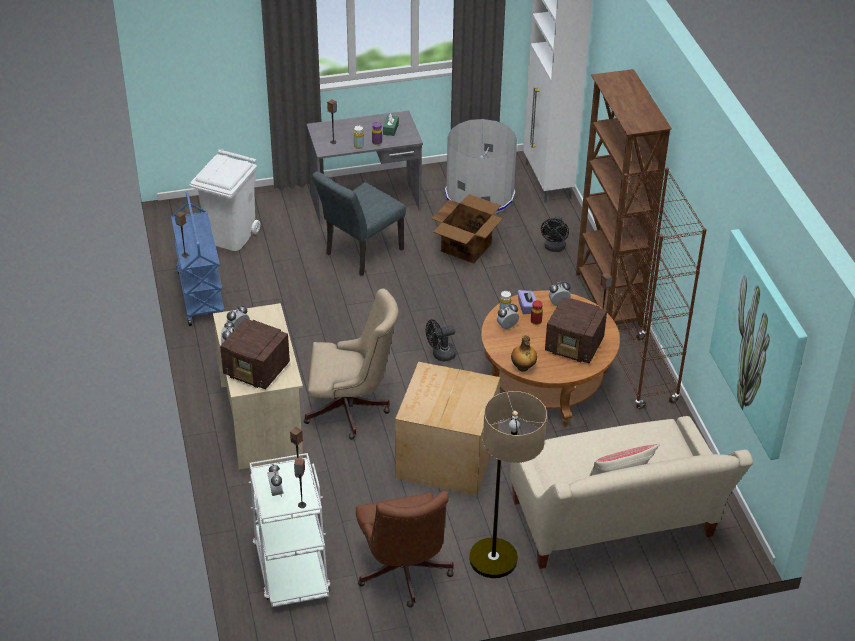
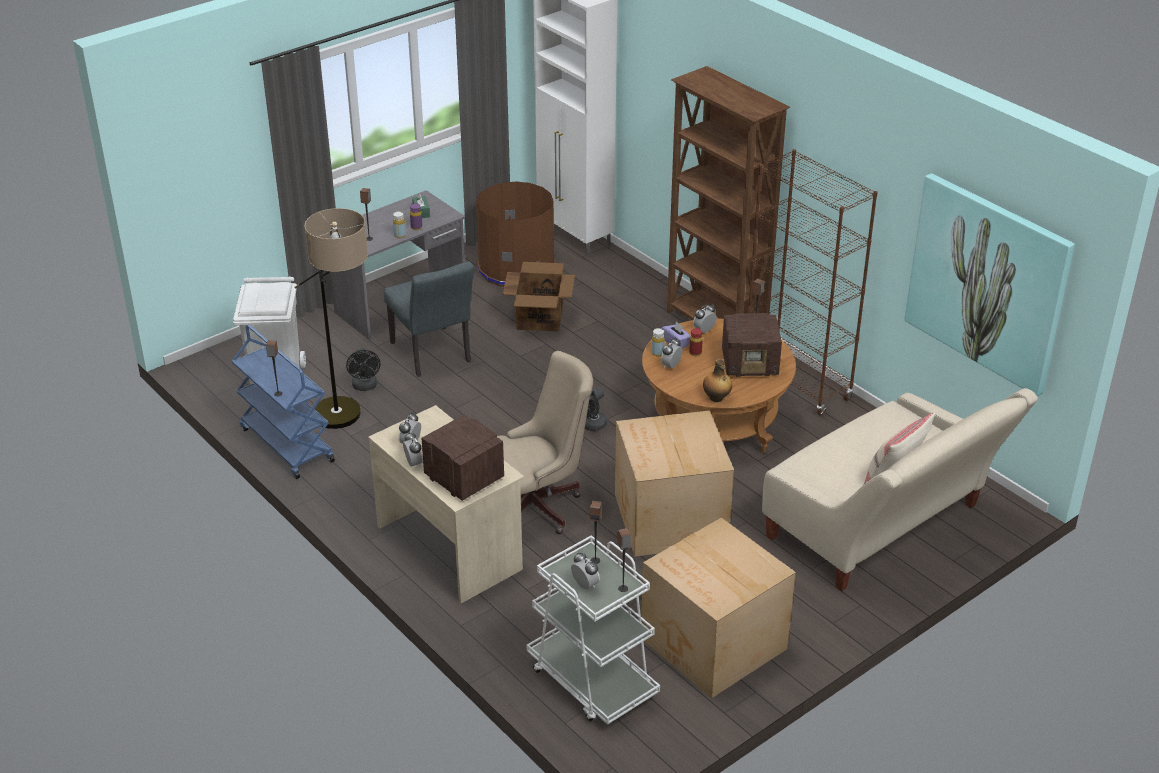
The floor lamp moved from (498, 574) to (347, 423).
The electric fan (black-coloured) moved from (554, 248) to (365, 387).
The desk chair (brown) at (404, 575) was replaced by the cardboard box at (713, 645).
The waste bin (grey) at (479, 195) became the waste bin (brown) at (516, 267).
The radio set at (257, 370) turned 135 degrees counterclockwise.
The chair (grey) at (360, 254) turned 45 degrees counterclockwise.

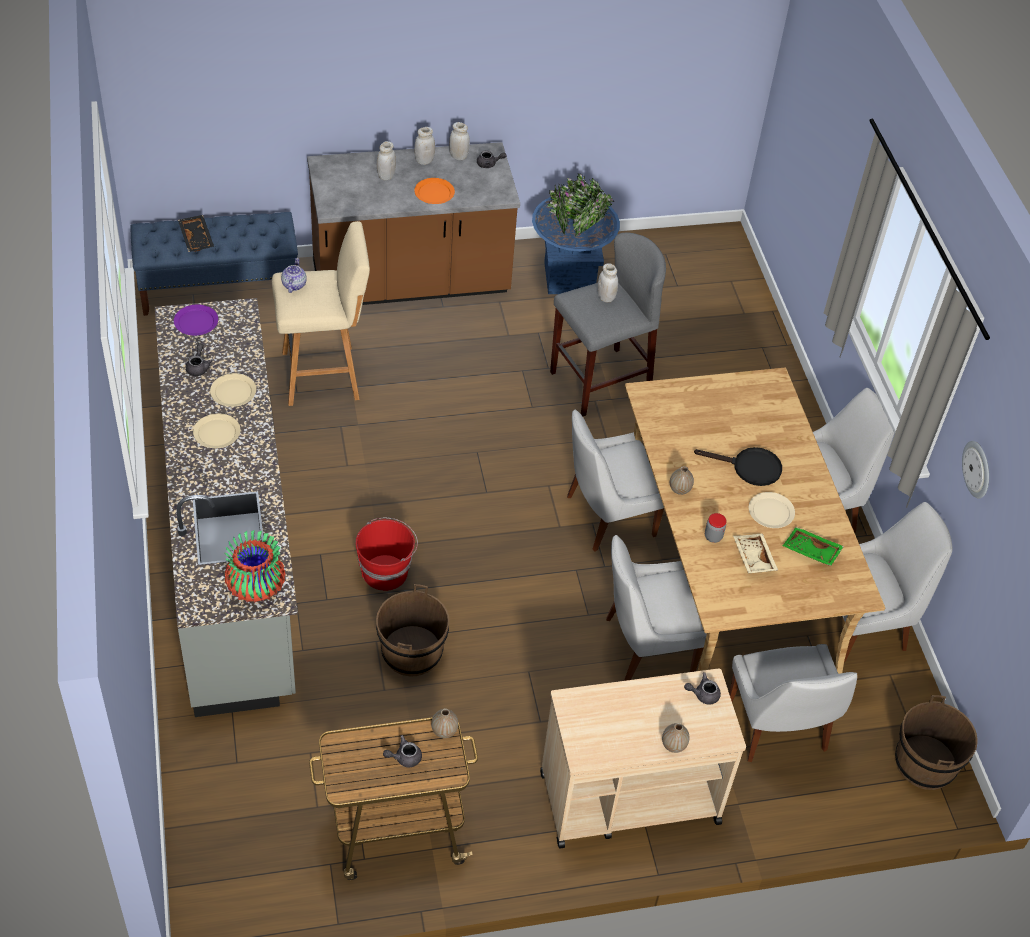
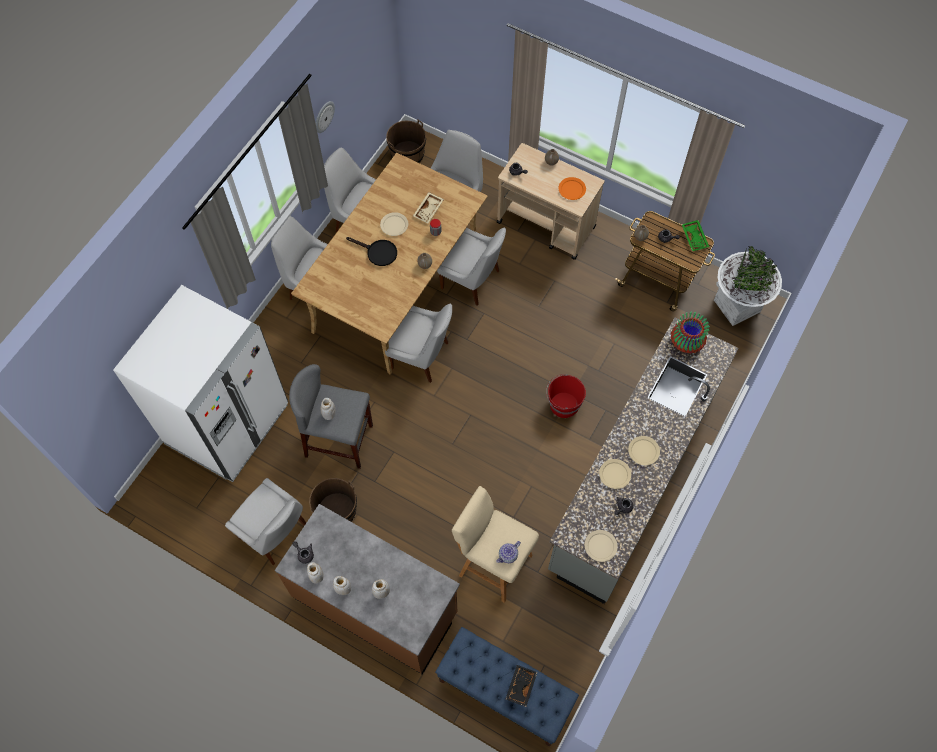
The fridge (white) at (228, 425) appeared.
The flower pot (white) at (737, 306) appeared.
The pail (brown) moved from (411, 652) to (337, 511).
The dinner plate (orange) moved from (434, 193) to (572, 189).
The serving tray (greenish) moved from (810, 551) to (695, 238).
The flower pot (blue-coloured) at (569, 277) was replaced by the chair (white) at (275, 533).
The dinner plate (purple) at (195, 322) became the dinner plate (sand-coloured) at (601, 546).
The skillet (black-coloured) at (749, 468) turned 150 degrees clockwise.

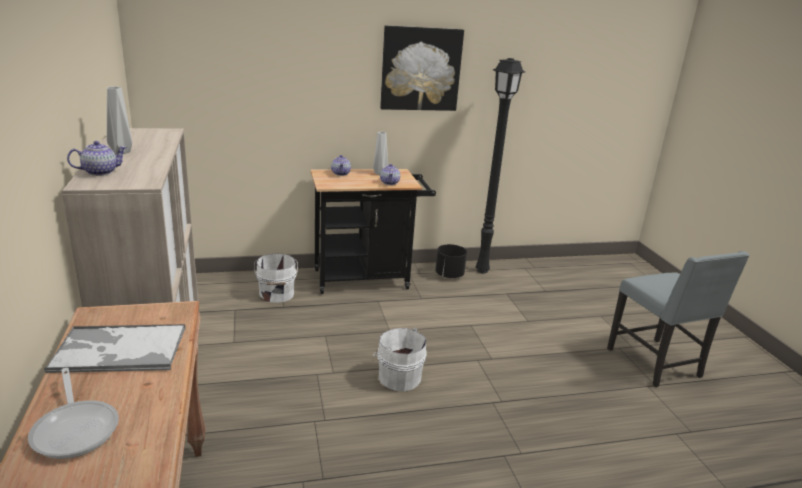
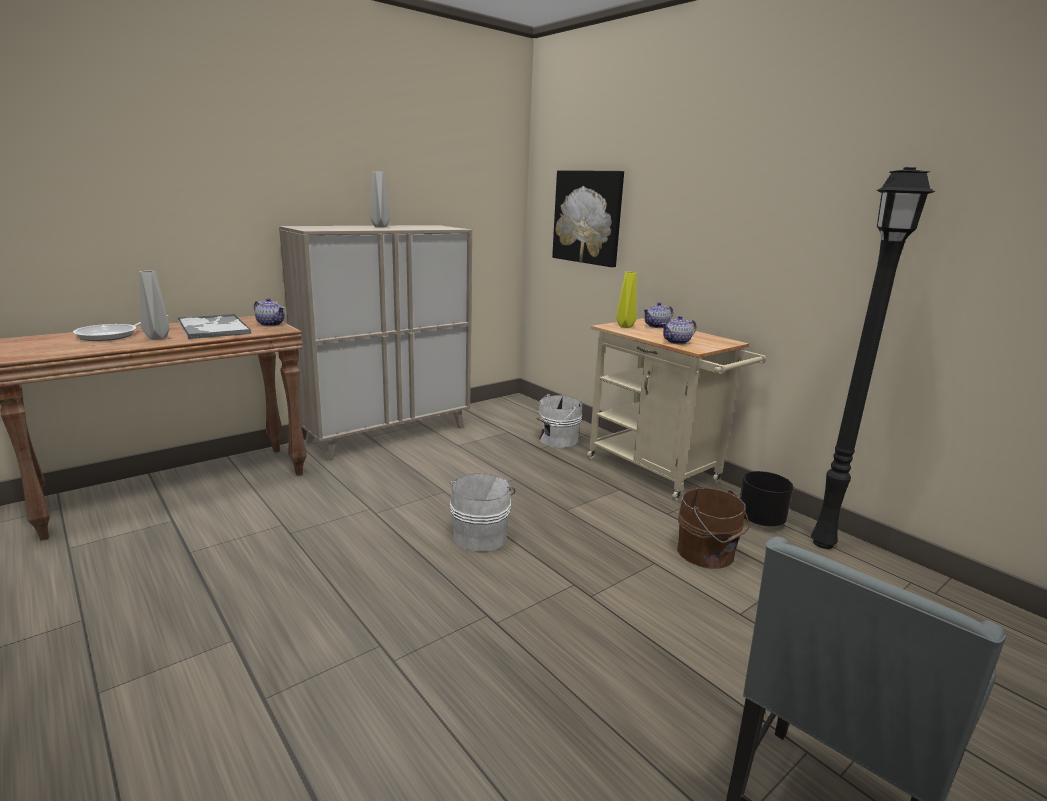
The vase (yellowish) at (625, 326) appeared.
The pail (brown) at (707, 554) appeared.
The tea pot moved from (100, 172) to (271, 324).
The vase (grey) moved from (379, 173) to (157, 338).
The wall picture moved from (420, 69) to (588, 217).
The trolley (black-coloured) at (367, 278) became the trolley (sand-coloured) at (659, 472).

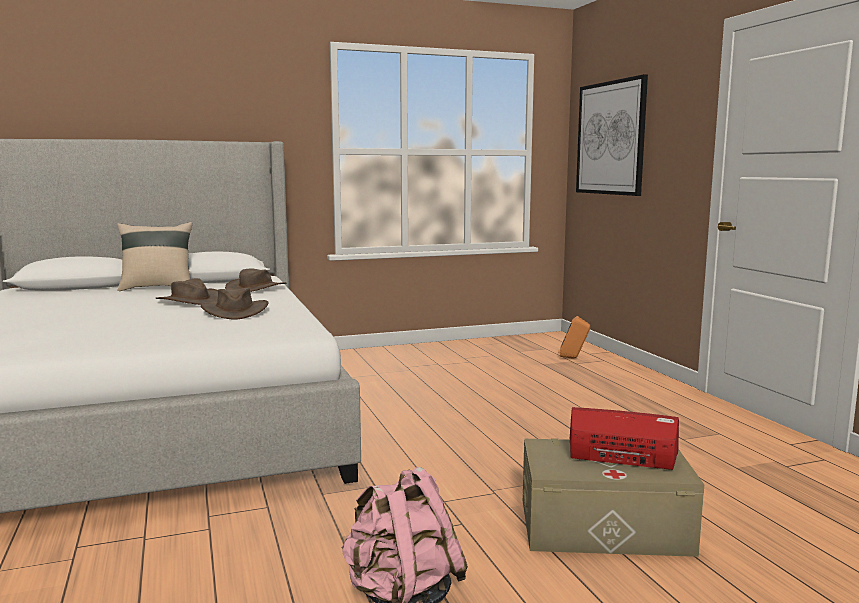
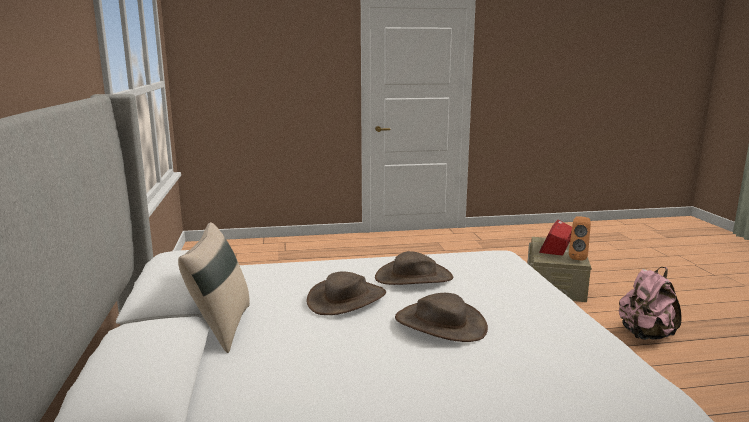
The wall picture at (610, 138) disappeared.
The wearable hat (brown) moved from (256, 288) to (440, 324).
The audio speaker (orange) moved from (573, 358) to (578, 257).

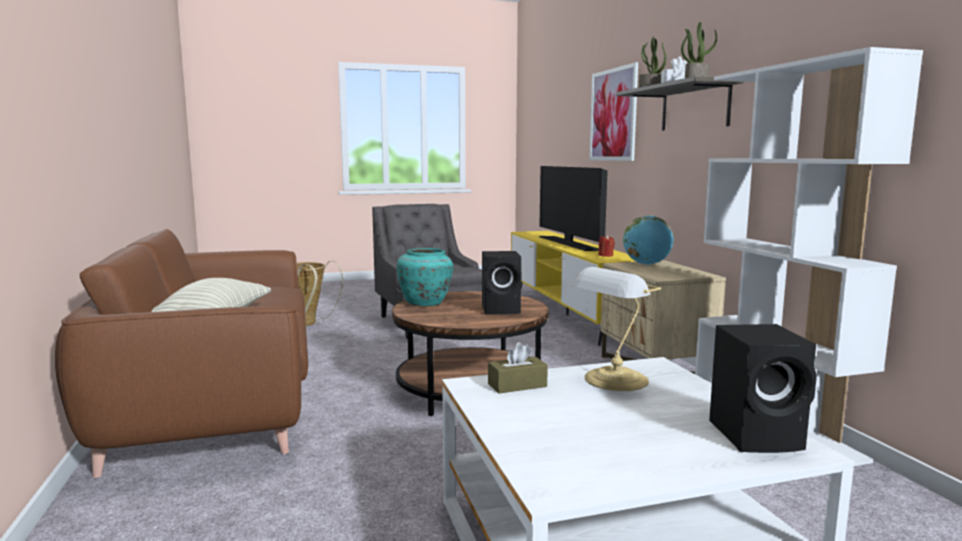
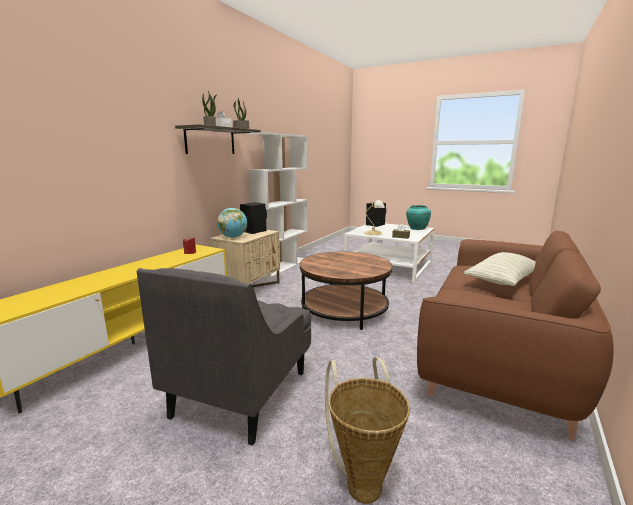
The TV set at (569, 244) disappeared.
The wall picture at (613, 115) disappeared.
The vase (blue-green) moved from (426, 303) to (417, 228).
The audio speaker (black-coloured) moved from (502, 310) to (253, 231).

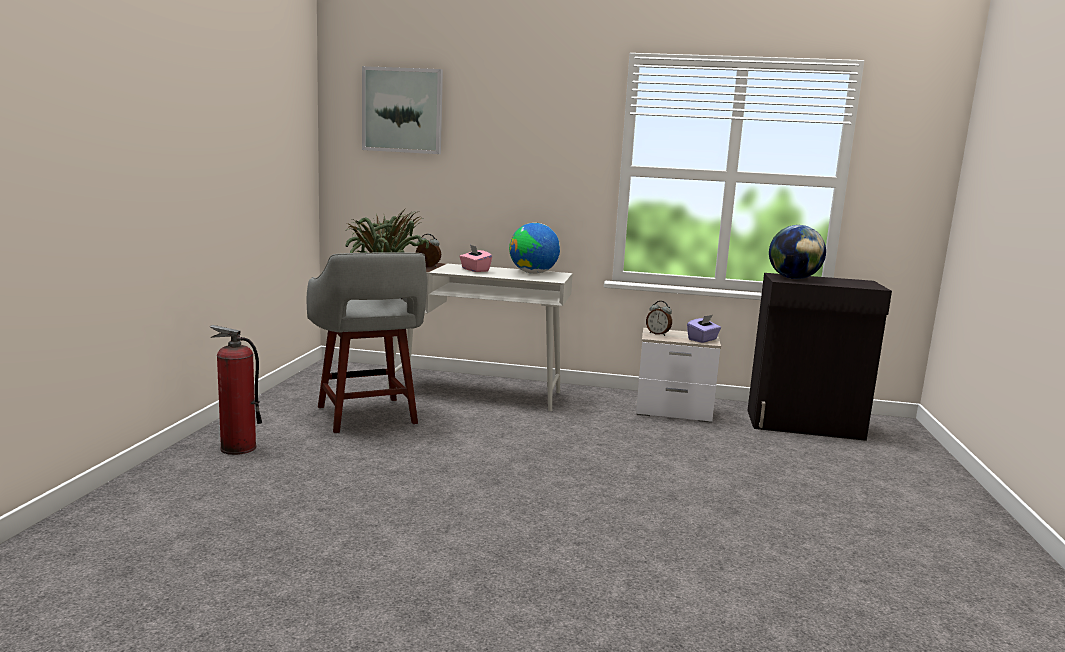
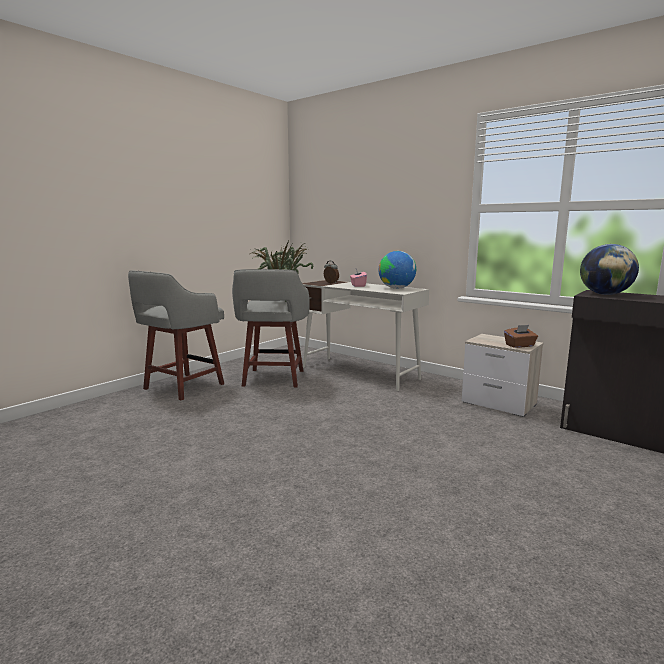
The wall picture at (402, 110) disappeared.
The table clock at (658, 334) disappeared.
The fire extinguisher at (238, 448) was replaced by the stool seat (grey) at (182, 387).
The box of tissues (purple) at (703, 340) became the box of tissues (brown) at (520, 345).

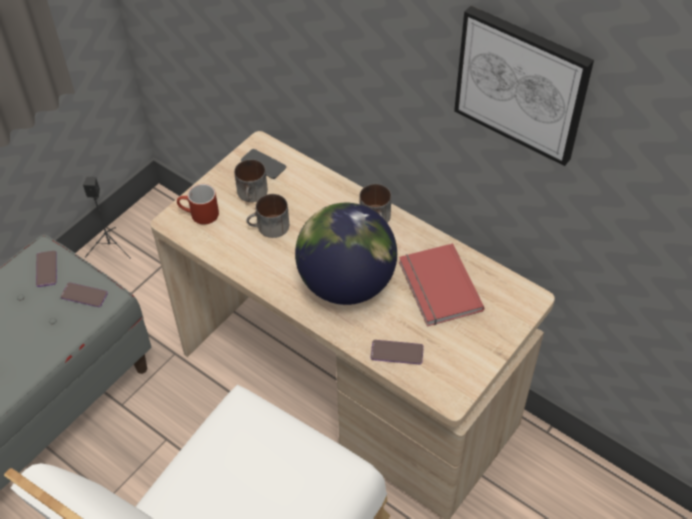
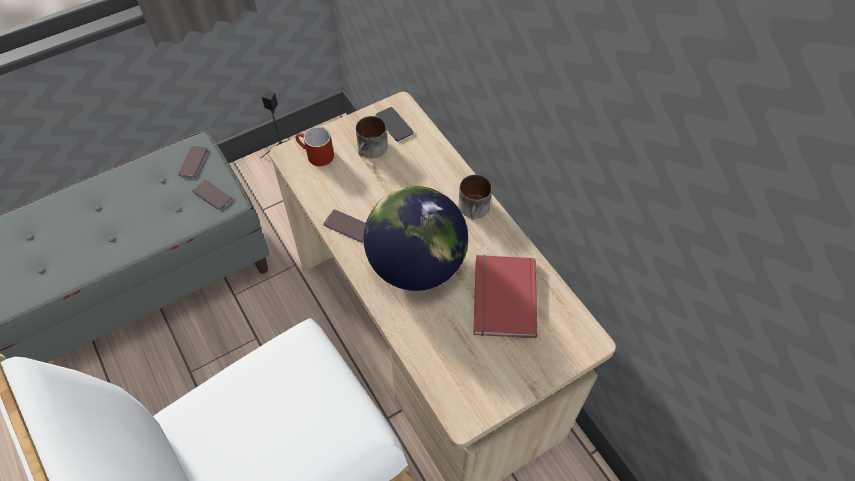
The tea mug at (269, 228) disappeared.
The wall picture at (522, 84) disappeared.
The handset moved from (397, 352) to (348, 226).

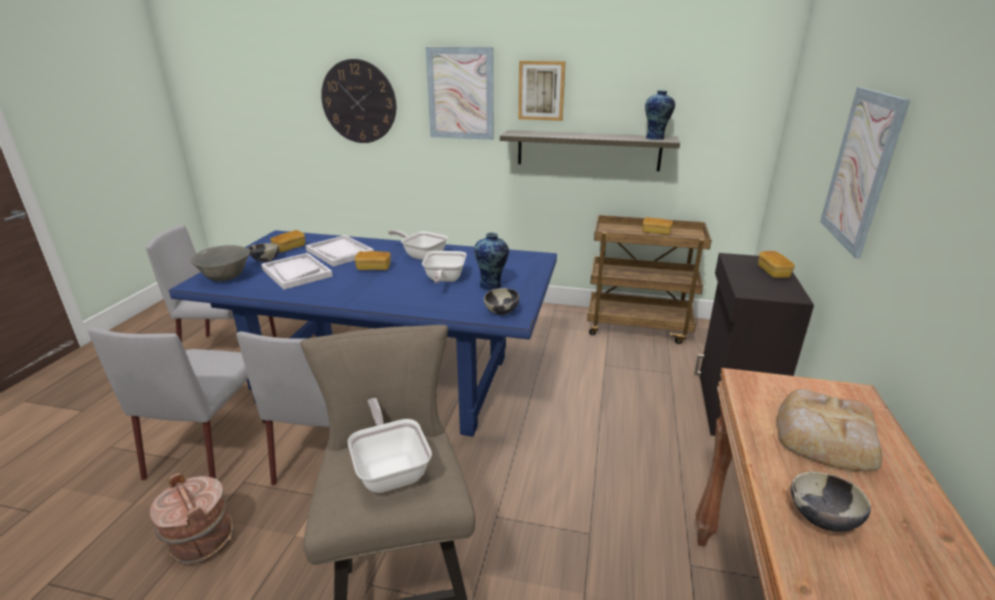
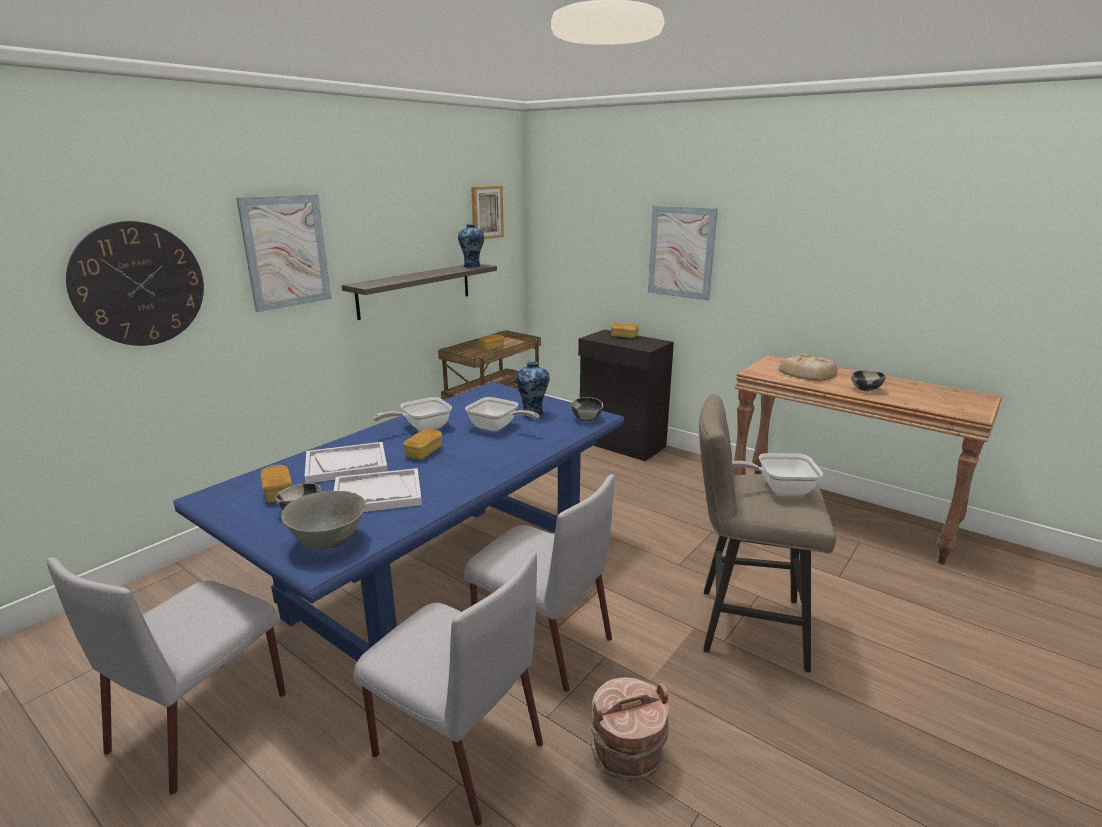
The wall picture moved from (541, 90) to (486, 212).

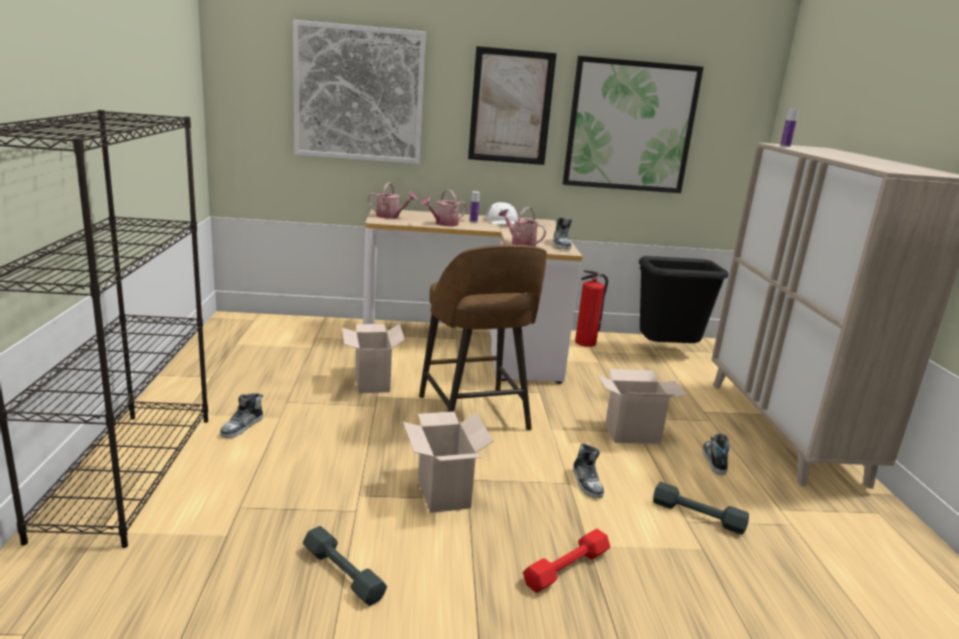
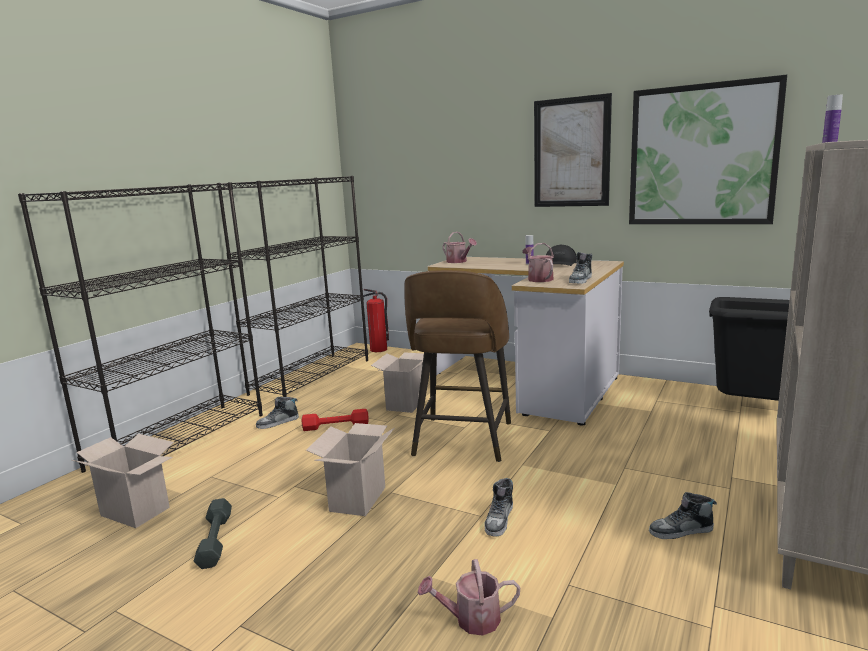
The wall picture at (359, 94) disappeared.
The hand weight (grey) at (698, 515) disappeared.
The shelving unit (black-coloured) at (312, 376) appeared.
The watering can moved from (443, 224) to (471, 619).
The hand weight (red-coloured) moved from (566, 568) to (336, 426).
The fire extinguisher moved from (586, 342) to (379, 349).
The cardboard box moved from (633, 434) to (138, 511).
The cap (white) at (502, 222) became the cap (black-coloured) at (560, 263).
The low shoe at (714, 461) turned 135 degrees counterclockwise.

